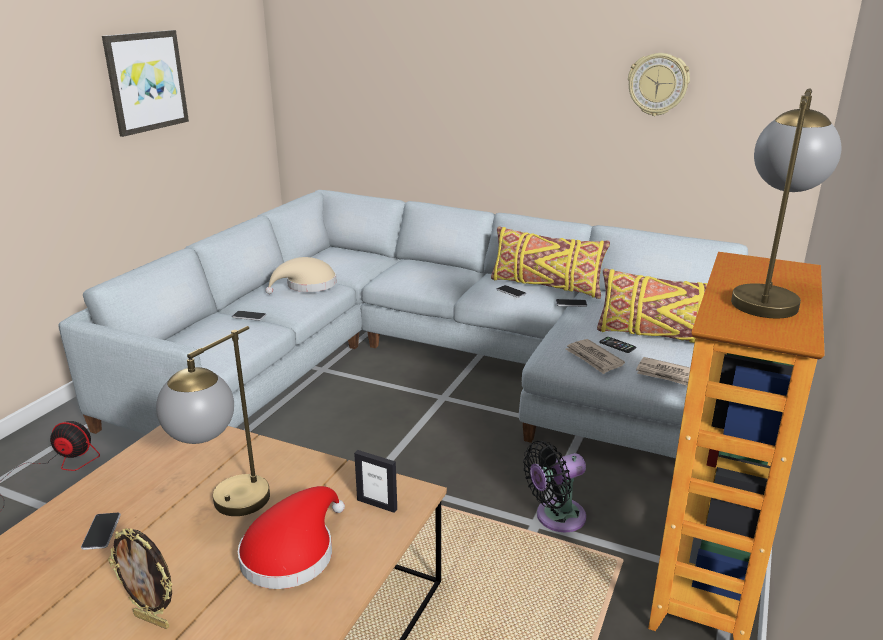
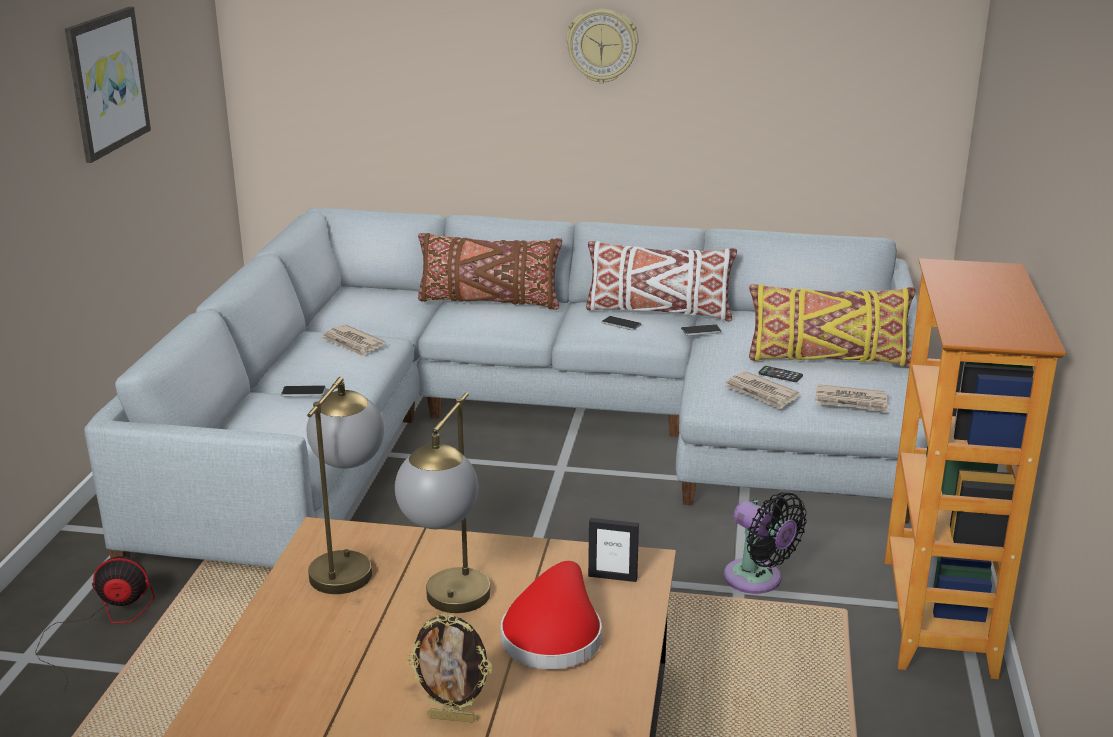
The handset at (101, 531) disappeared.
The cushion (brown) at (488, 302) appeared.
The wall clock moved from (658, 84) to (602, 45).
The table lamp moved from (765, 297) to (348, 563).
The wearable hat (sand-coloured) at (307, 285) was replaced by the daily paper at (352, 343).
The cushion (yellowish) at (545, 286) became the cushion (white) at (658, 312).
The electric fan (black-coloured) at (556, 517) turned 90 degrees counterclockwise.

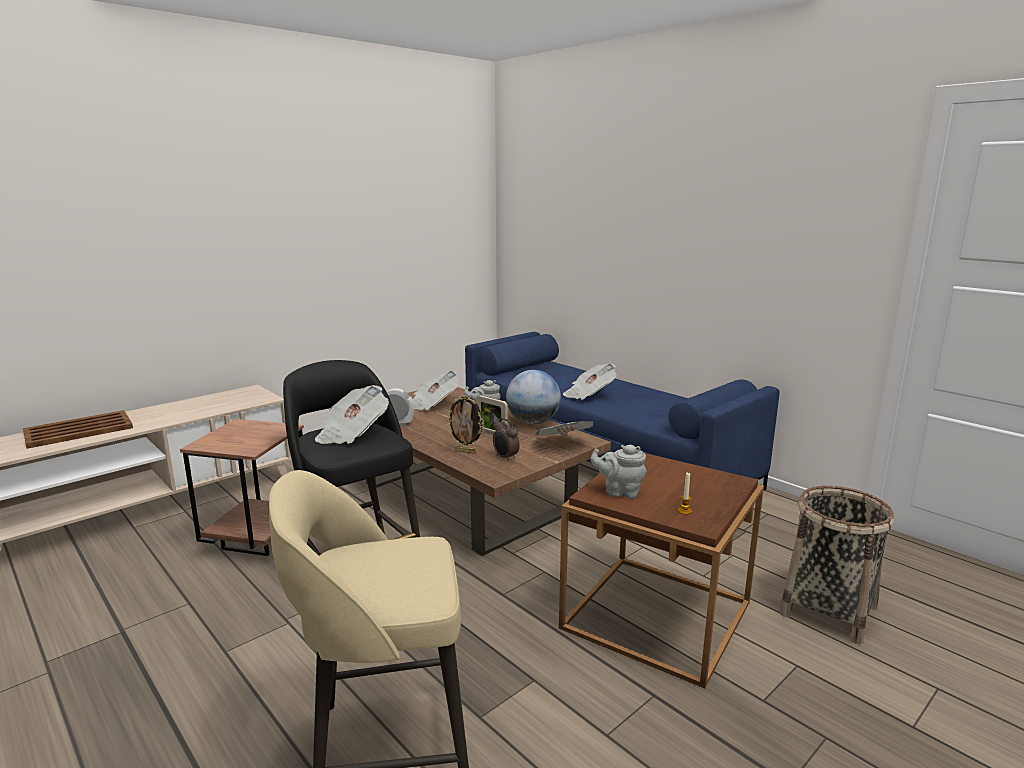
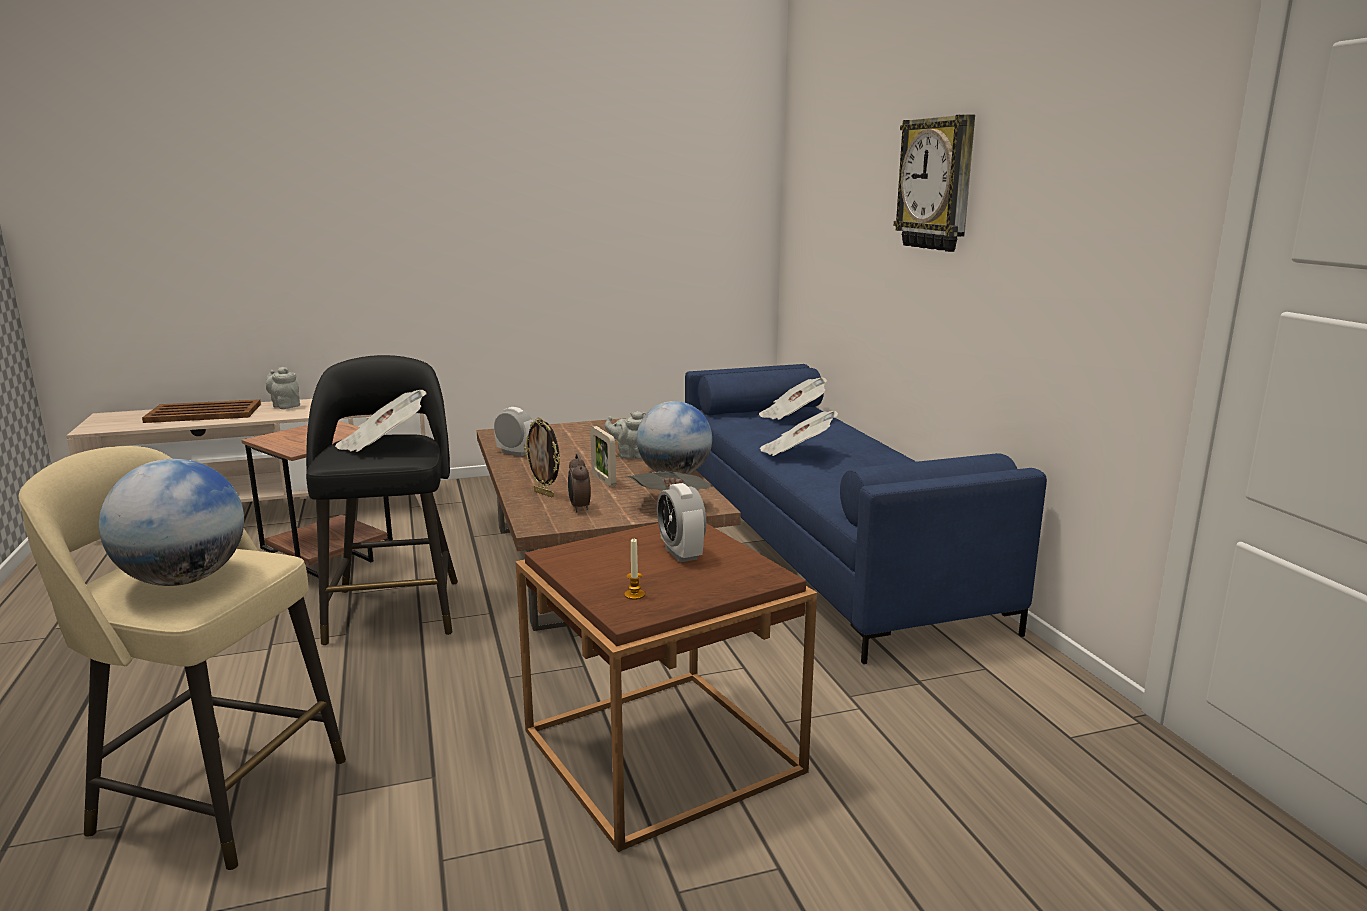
The storage basket at (827, 610) disappeared.
The desk globe at (183, 580) appeared.
The table clock at (681, 553) appeared.
The wall clock at (937, 184) appeared.
The daily paper moved from (432, 404) to (792, 416).
The tea pot (grey) moved from (619, 491) to (285, 406).

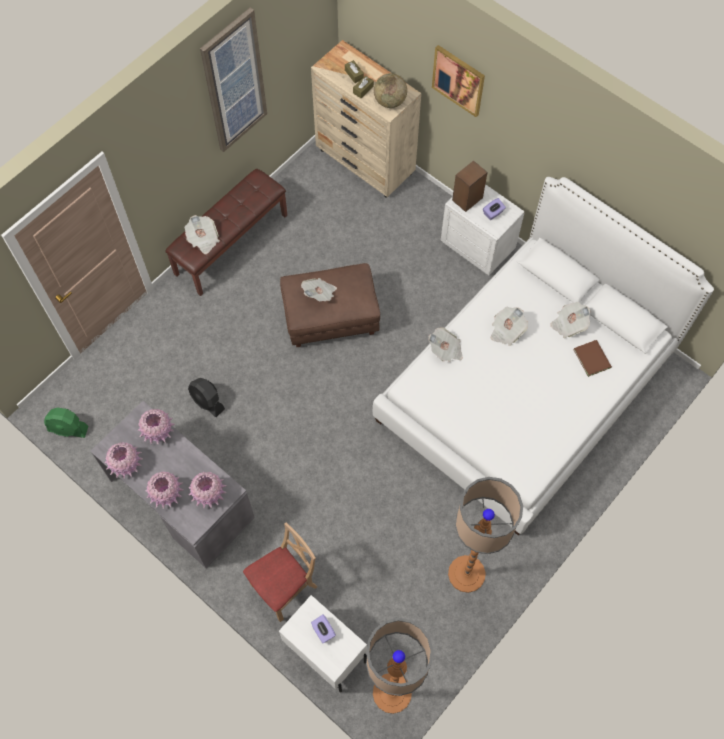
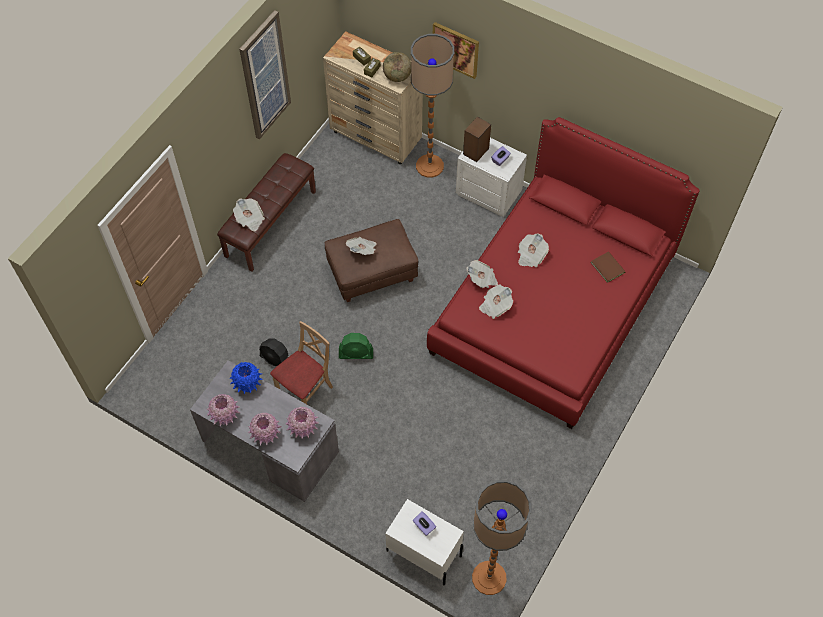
The electric fan (greenish) moved from (68, 429) to (356, 354).
The chair (sand-coloured) moved from (284, 587) to (305, 391).
The floor lamp moved from (466, 574) to (429, 166).
The daily paper moved from (568, 324) to (495, 306).
The vase (pink) at (158, 433) became the vase (blue-coloured) at (247, 384).
The bedroom bed (white) at (524, 387) became the bedroom bed (red-coloured) at (552, 305).

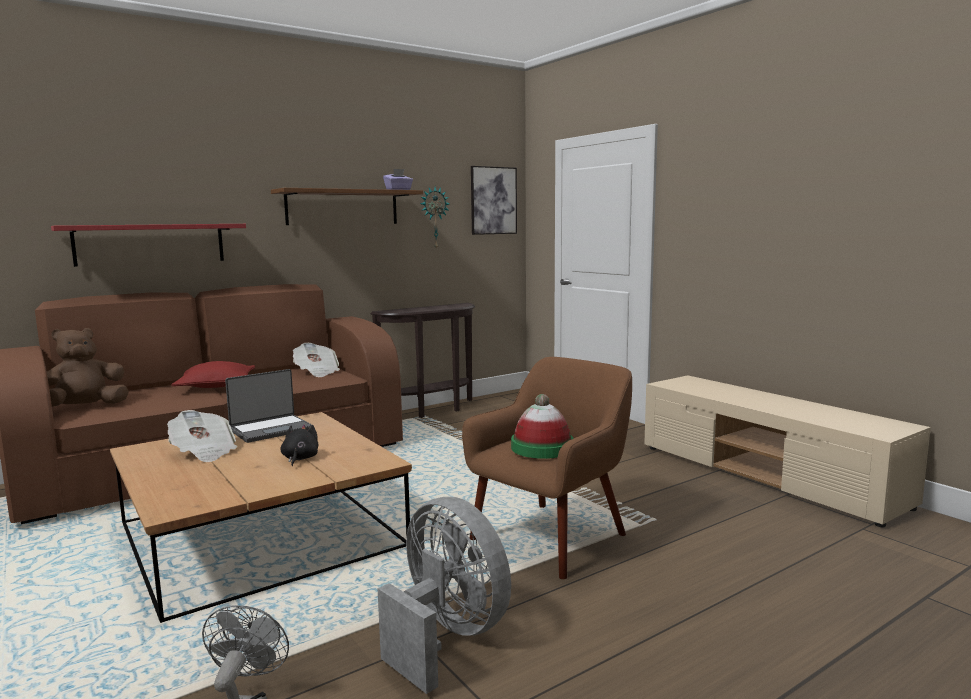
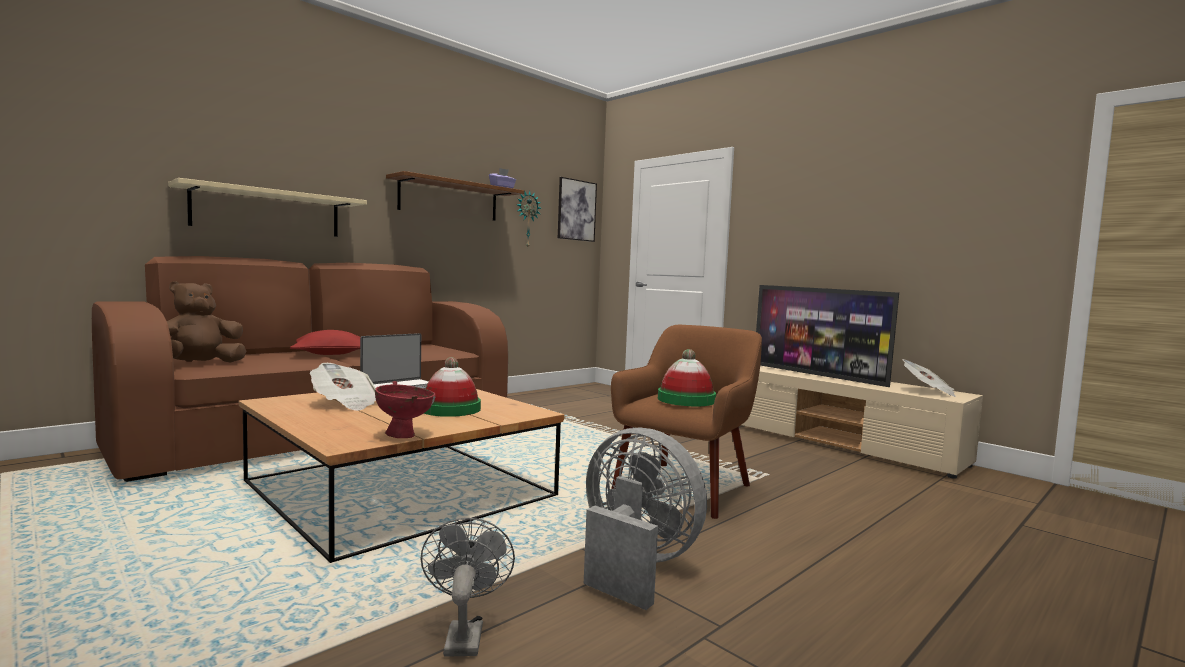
The console table (brown) at (433, 410) disappeared.
The serving bowl (red-coloured) at (404, 435) appeared.
The TV set at (817, 375) appeared.
The daily paper moved from (317, 372) to (928, 392).
The plush toy (black-coloured) at (299, 458) was replaced by the wearable hat at (450, 409).
The wall shelf (red-coloured) at (150, 244) became the wall shelf (sand-coloured) at (268, 212).

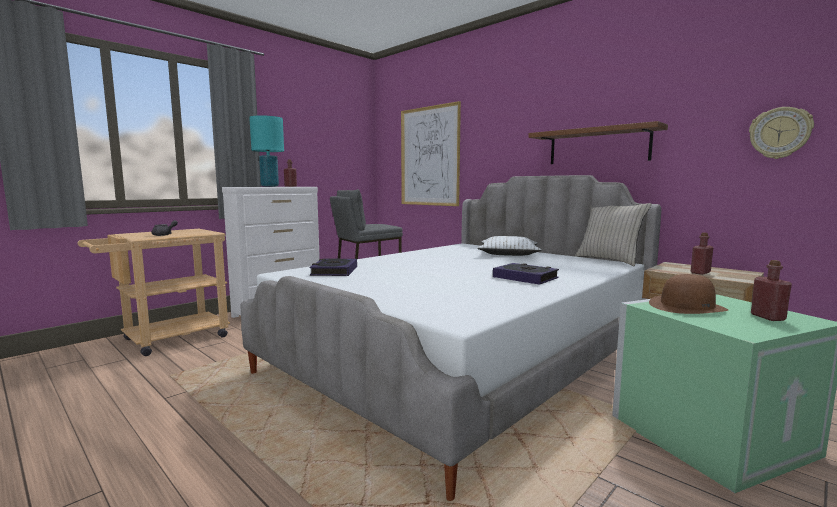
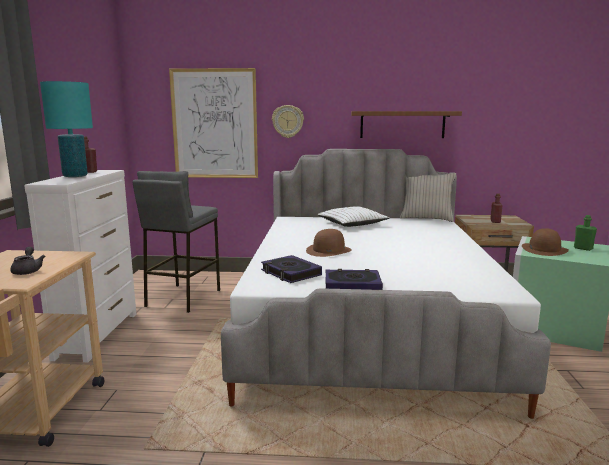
The wearable hat (brown) at (328, 250) appeared.
The volume moved from (525, 278) to (352, 286).
The wall clock moved from (779, 133) to (288, 121).
The drink bottle (red-coloured) at (767, 317) became the drink bottle (greenish) at (583, 248).

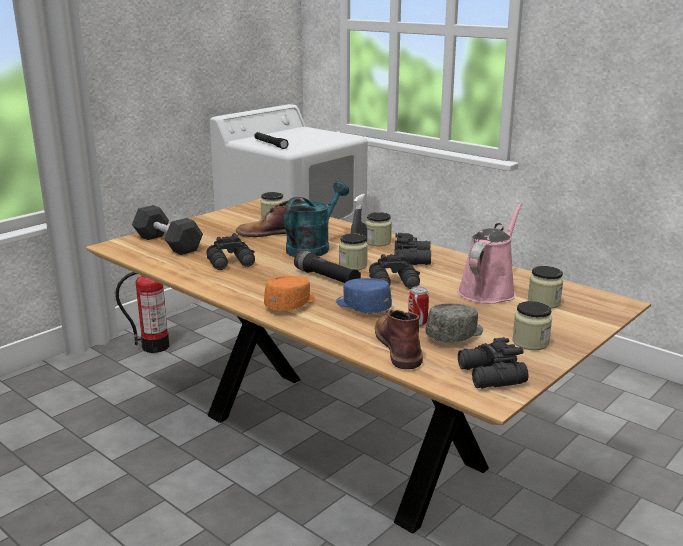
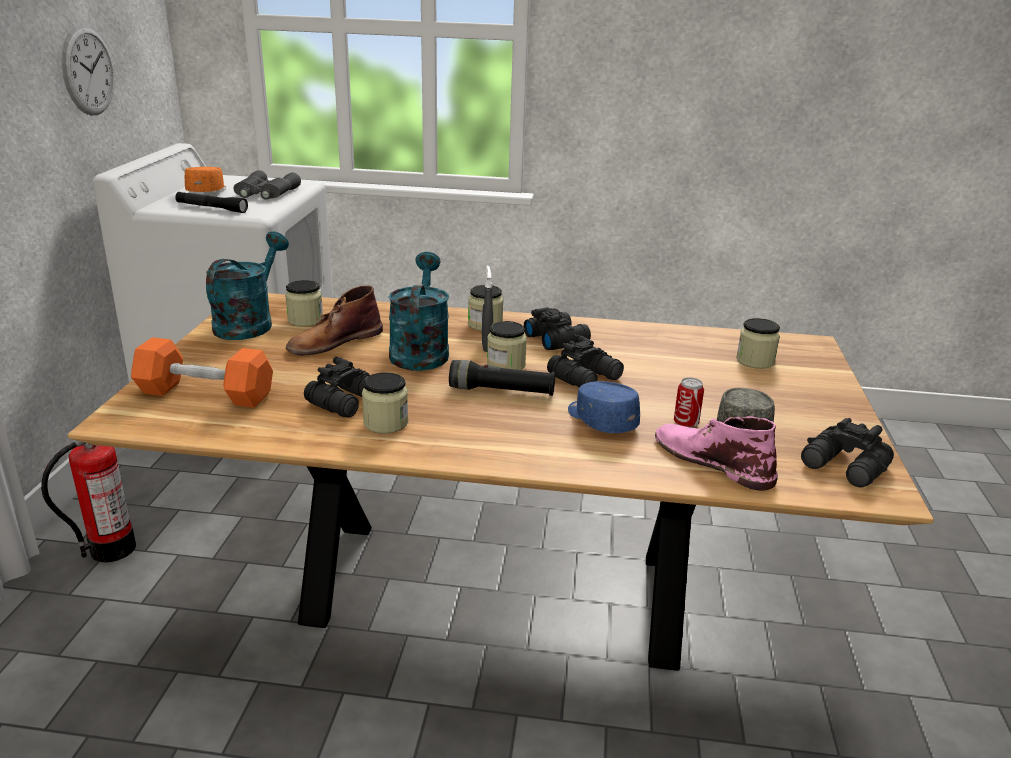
The watering can (pink) at (488, 290) disappeared.
The wall clock at (88, 71) appeared.
The watering can (blue-green) at (249, 323) appeared.
The pair of binoculars (grey) at (265, 193) appeared.
The cap (orange) moved from (291, 304) to (208, 191).
The preserve jar moved from (530, 342) to (386, 423).
The hand weight (black-coloured) at (168, 243) became the hand weight (orange) at (205, 394).
The high-top boot (brown) at (398, 345) became the high-top boot (pink) at (712, 460).
The cap (blue-coloured) at (362, 307) turned 45 degrees clockwise.

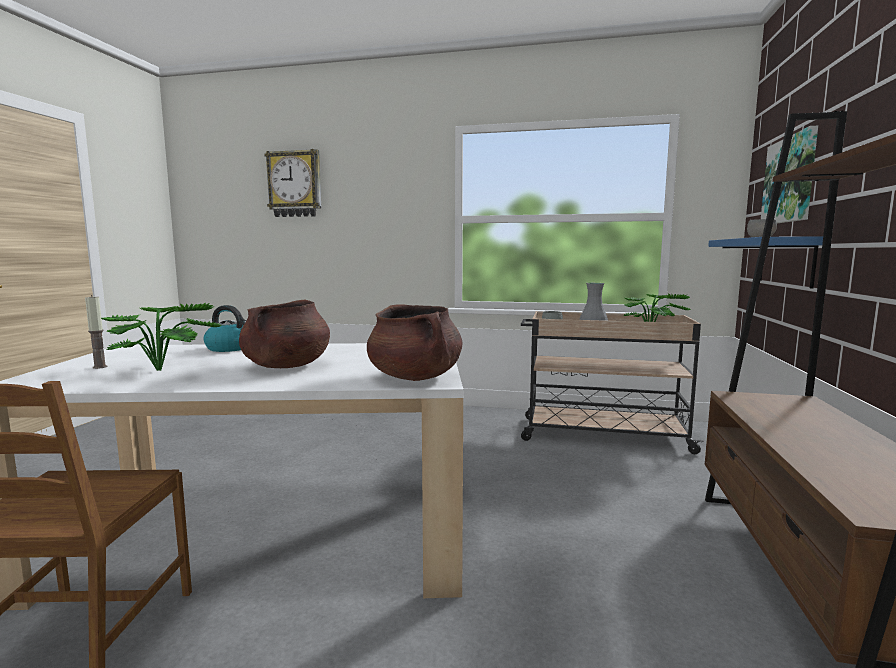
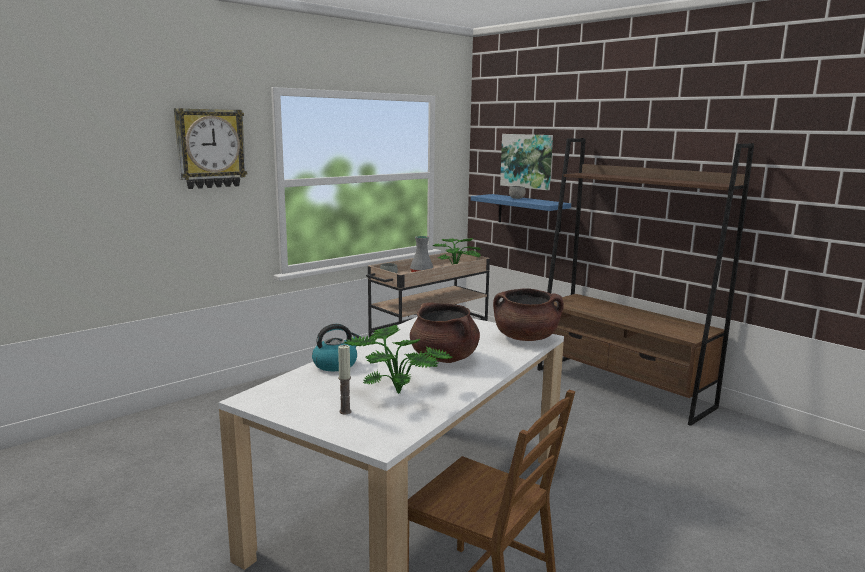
The wall clock moved from (295, 184) to (210, 148).

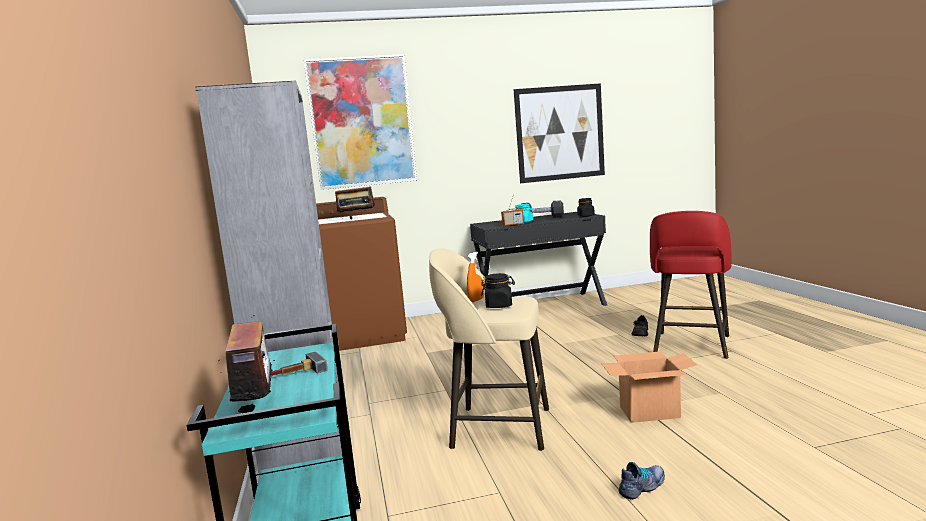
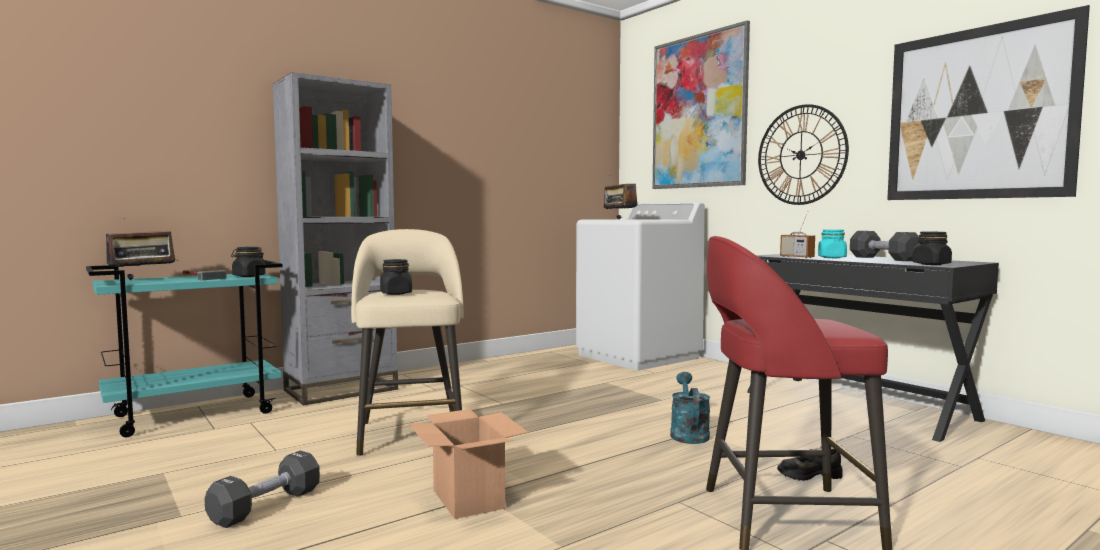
The spray bottle (orange) at (476, 300) disappeared.
The preserve jar (black-coloured) at (248, 276) appeared.
The watering can (blue-green) at (688, 434) appeared.
The wall clock at (801, 155) appeared.
The low shoe at (643, 487) was replaced by the hand weight (black-coloured) at (266, 506).
The washing machine (brown) at (365, 335) became the washing machine (white) at (638, 356).

